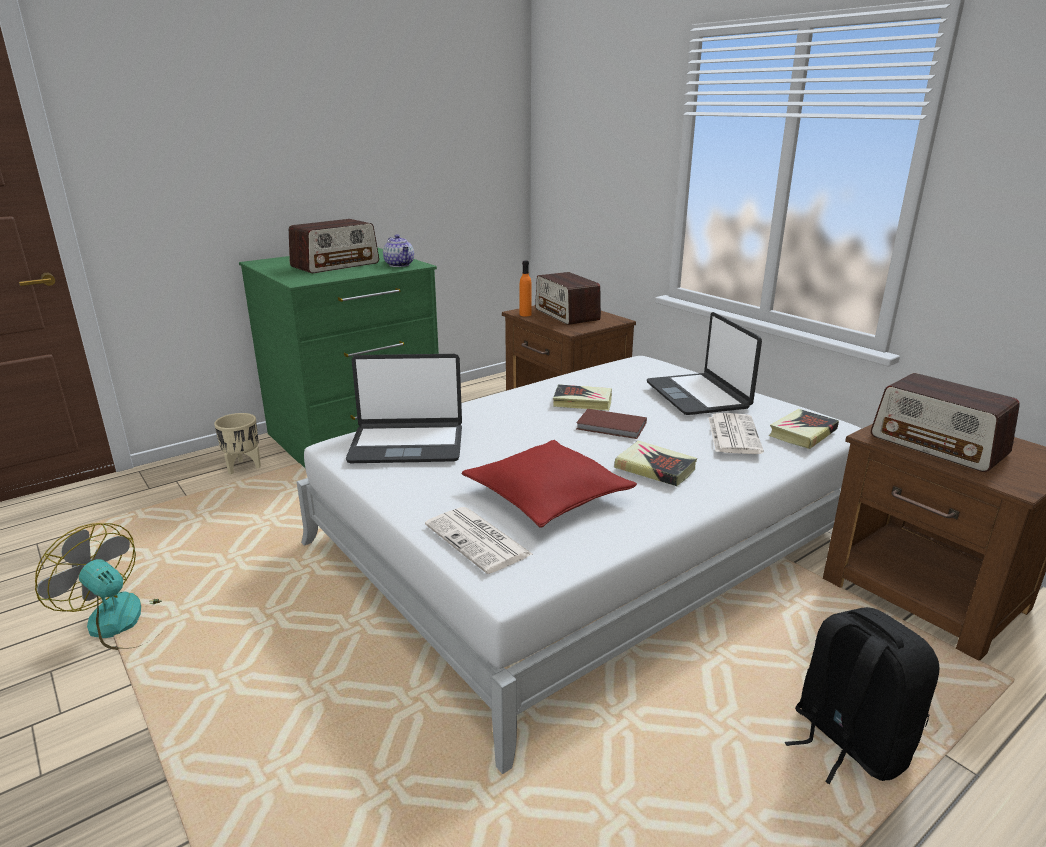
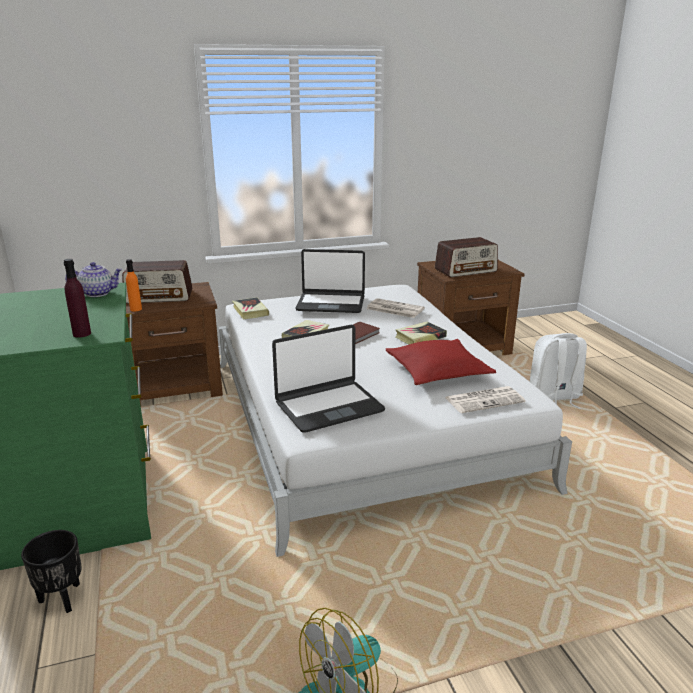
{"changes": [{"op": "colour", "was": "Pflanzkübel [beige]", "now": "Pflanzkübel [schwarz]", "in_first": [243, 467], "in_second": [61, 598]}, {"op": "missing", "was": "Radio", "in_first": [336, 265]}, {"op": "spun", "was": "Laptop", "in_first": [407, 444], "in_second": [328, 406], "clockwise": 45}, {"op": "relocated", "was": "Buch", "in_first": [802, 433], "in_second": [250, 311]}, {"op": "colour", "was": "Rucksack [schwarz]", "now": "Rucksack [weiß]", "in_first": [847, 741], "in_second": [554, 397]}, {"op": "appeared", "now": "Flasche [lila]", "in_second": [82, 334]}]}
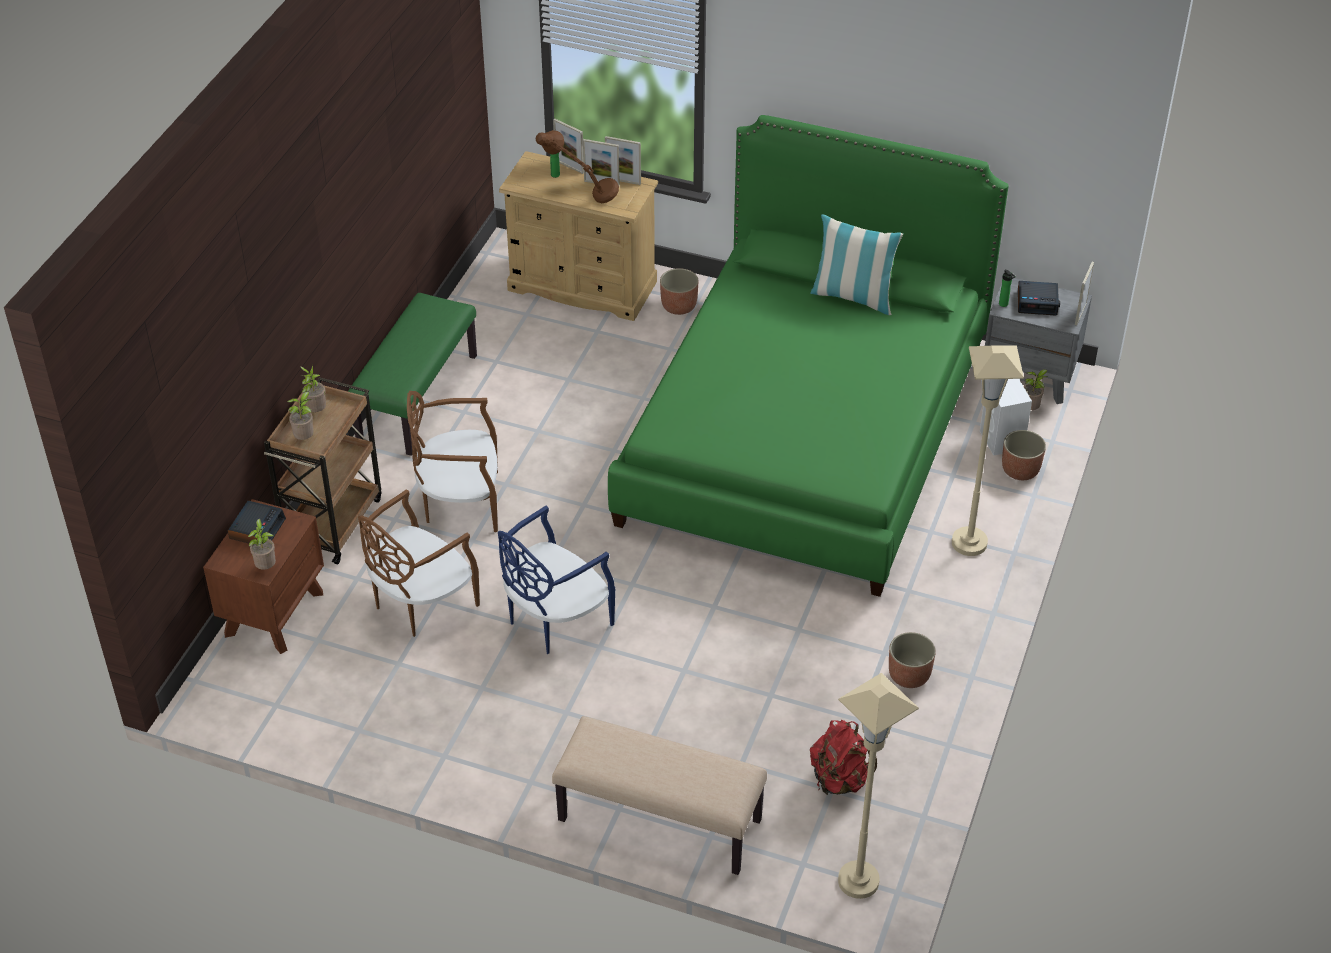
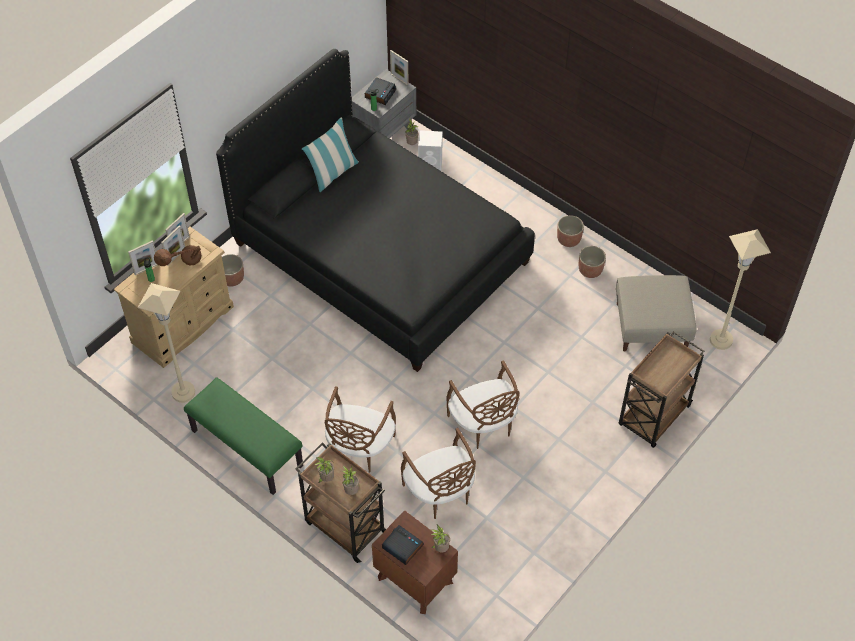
{"changes": [{"op": "colour", "was": "Stuhl [blau]", "now": "Stuhl [braun]", "in_first": [555, 620], "in_second": [483, 424]}, {"op": "exchanged", "was": "Bank [beige]", "now": "Rollwagen [braun]", "in_first": [658, 821], "in_second": [653, 417]}, {"op": "colour", "was": "Bett [grün]", "now": "Bett [schwarz]", "in_first": [804, 432], "in_second": [380, 253]}, {"op": "exchanged", "was": "Rucksack [rot]", "now": "Polsterhocker [beige]", "in_first": [839, 779], "in_second": [651, 325]}, {"op": "relocated", "was": "Stehlampe [beige]", "in_first": [969, 543], "in_second": [183, 392]}, {"op": "relocated", "was": "Pflanzkübel", "in_first": [1020, 470], "in_second": [568, 239]}]}
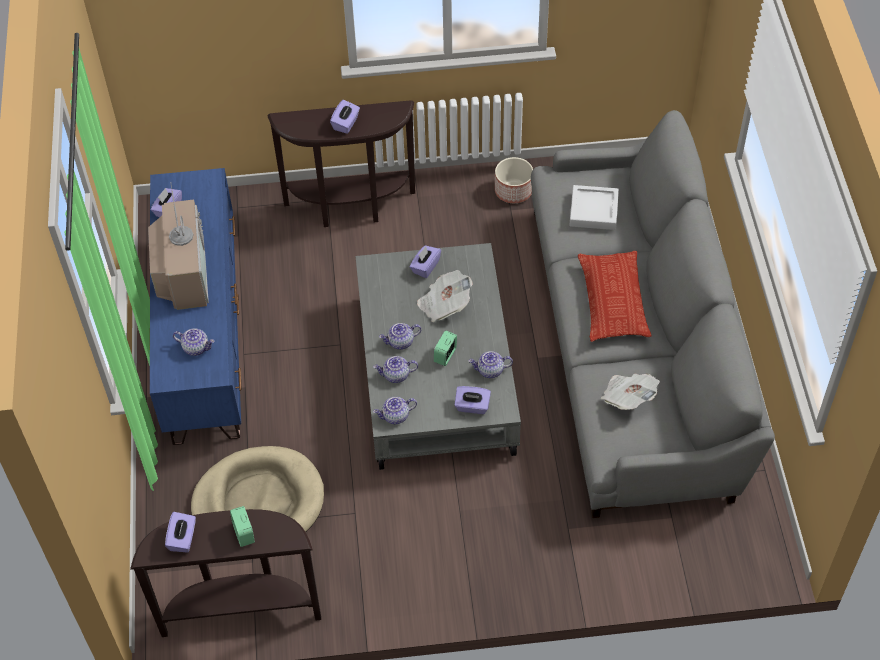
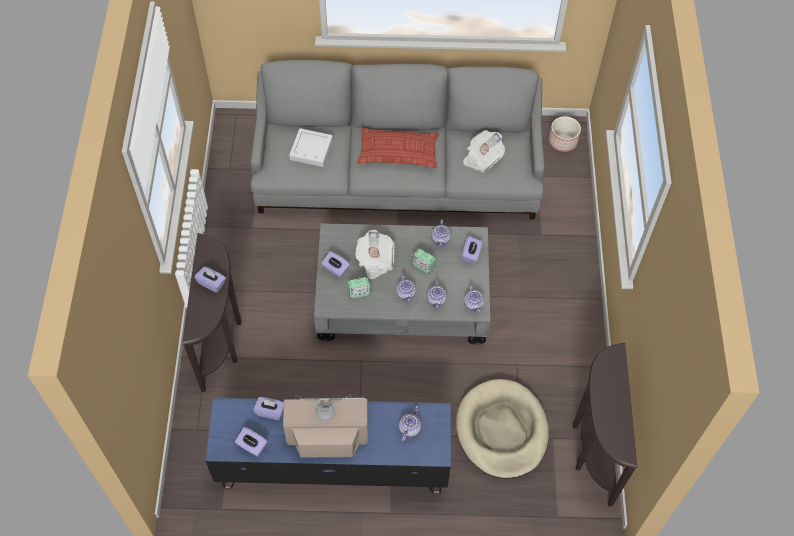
{"changes": [{"op": "relocated", "was": "Taschentuchbox [lila]", "in_first": [183, 539], "in_second": [270, 411]}, {"op": "relocated", "was": "Wecker", "in_first": [244, 533], "in_second": [359, 292]}, {"op": "relocated", "was": "Pflanzkübel", "in_first": [514, 191], "in_second": [563, 141]}]}
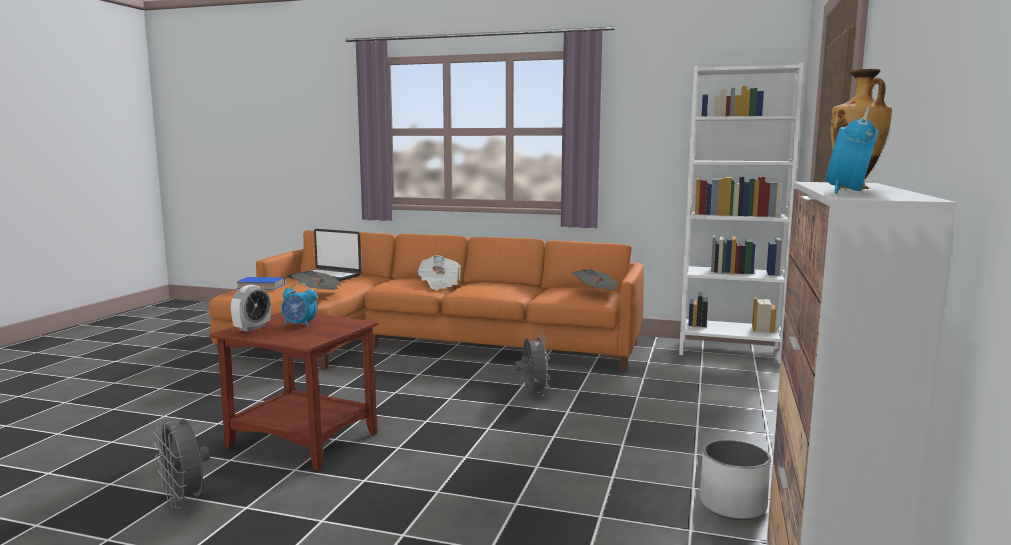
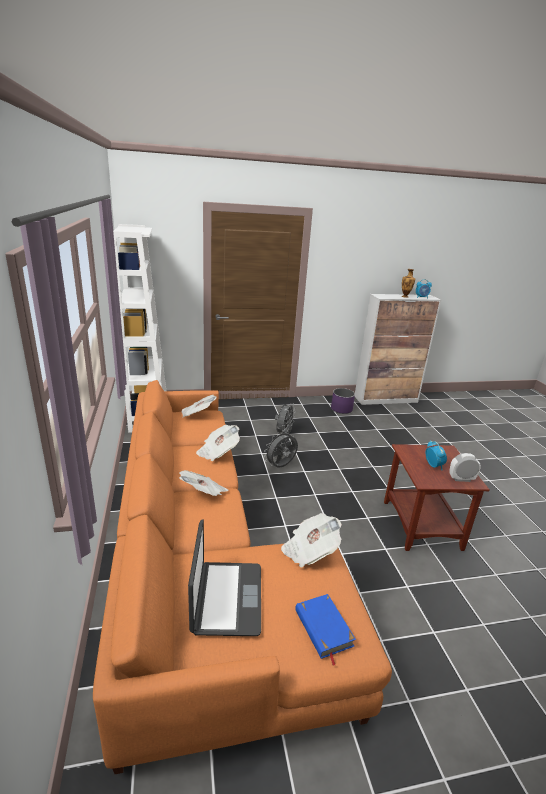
{"changes": [{"op": "relocated", "was": "Ventilator [grau]", "in_first": [185, 501], "in_second": [283, 434]}, {"op": "colour", "was": "Pflanzkübel [weiß]", "now": "Pflanzkübel [lila]", "in_first": [732, 505], "in_second": [341, 409]}, {"op": "appeared", "now": "Zeitung", "in_second": [218, 452]}]}
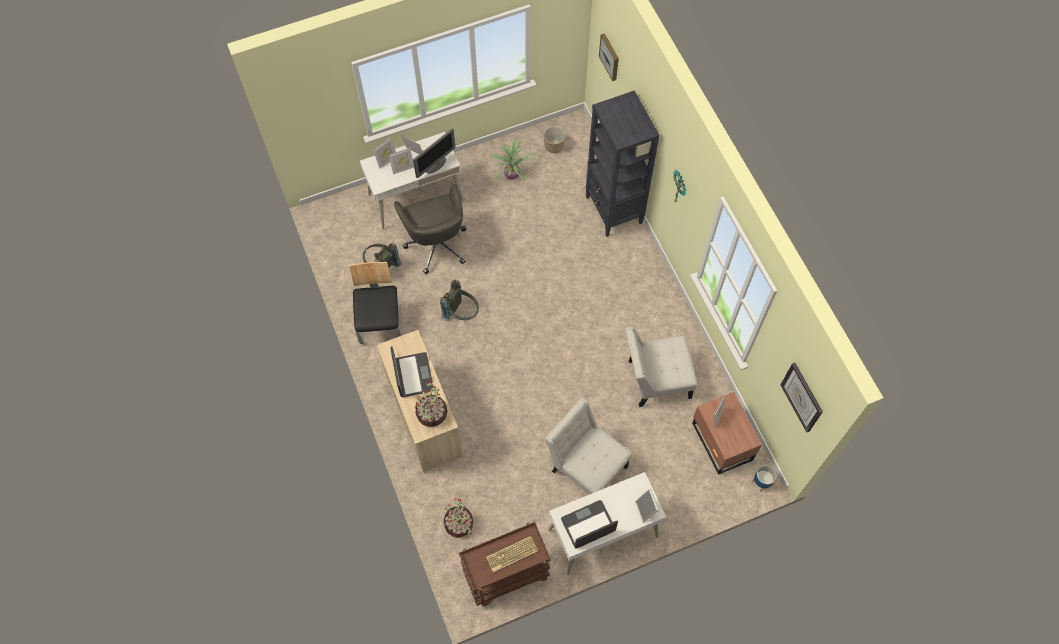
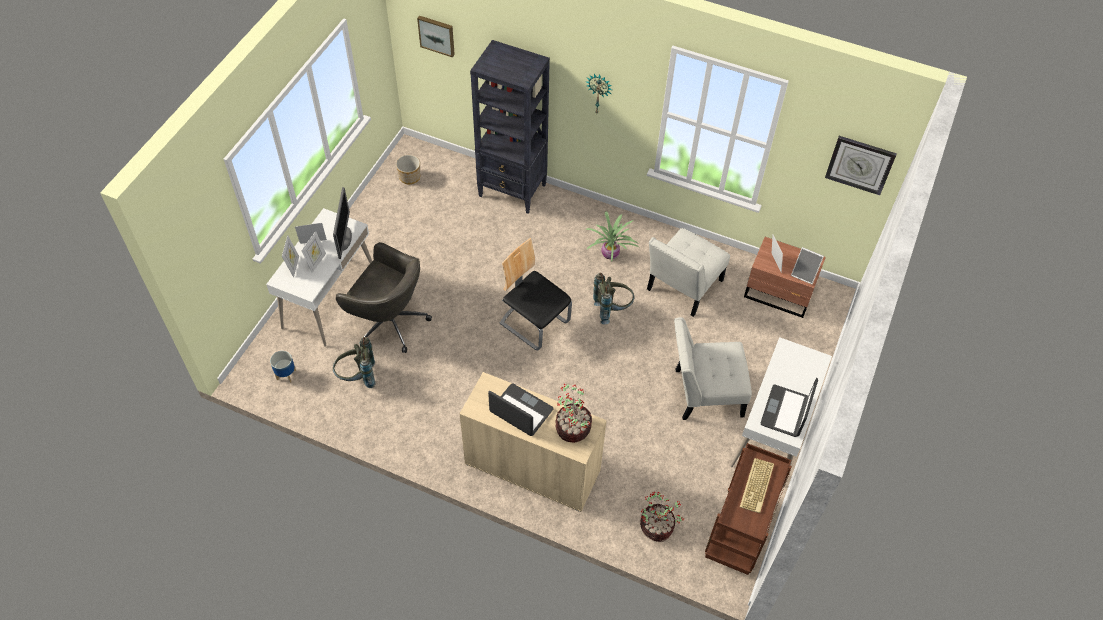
{"changes": [{"op": "relocated", "was": "Stuhl", "in_first": [380, 322], "in_second": [534, 322]}, {"op": "relocated", "was": "Rucksack [grau]", "in_first": [461, 313], "in_second": [612, 309]}, {"op": "relocated", "was": "Topfpflanze", "in_first": [513, 175], "in_second": [610, 254]}, {"op": "relocated", "was": "Bilderrahmen", "in_first": [646, 510], "in_second": [804, 274]}, {"op": "relocated", "was": "Pflanzkübel", "in_first": [761, 482], "in_second": [286, 375]}]}
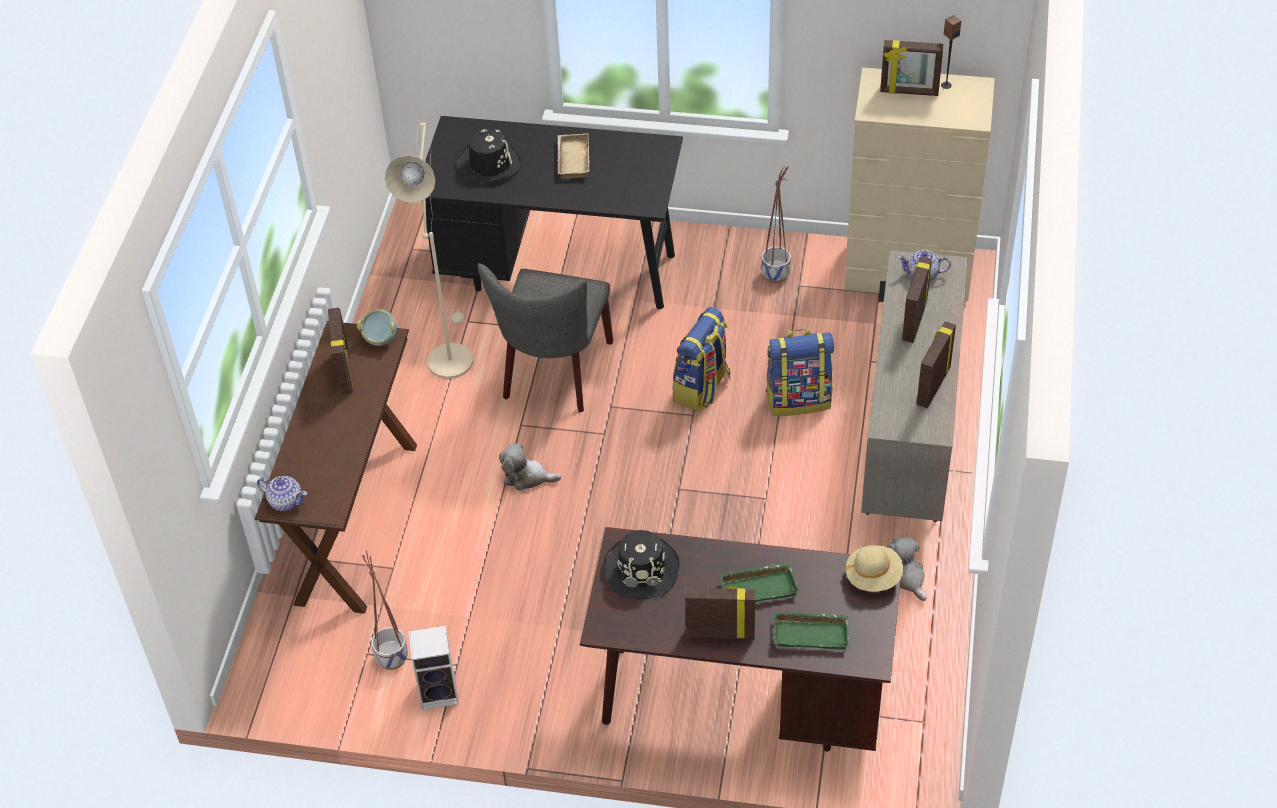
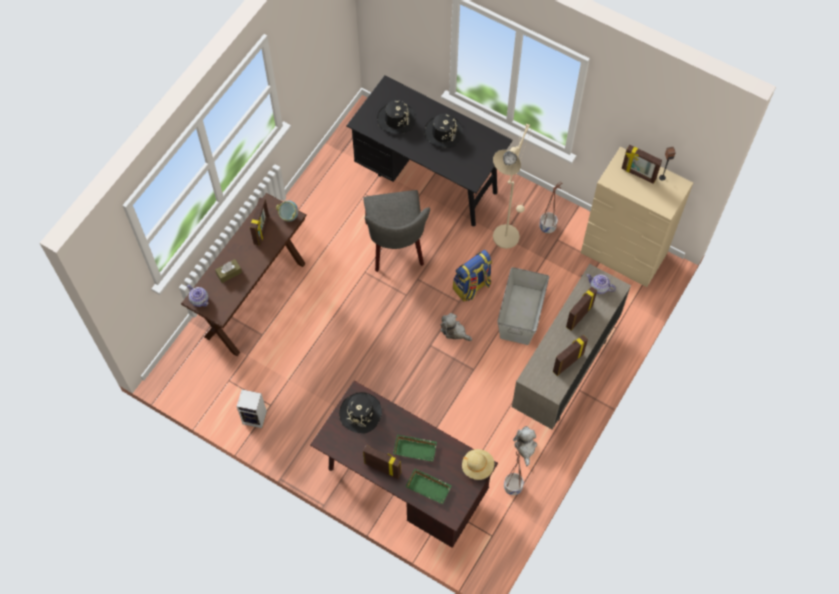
{"changes": [{"op": "relocated", "was": "Pflanzkübel", "in_first": [391, 658], "in_second": [512, 487]}, {"op": "relocated", "was": "Stehlampe [beige]", "in_first": [449, 354], "in_second": [507, 232]}, {"op": "spun", "was": "Stuhl [grau]", "in_first": [554, 375], "in_second": [396, 247], "clockwise": -45}, {"op": "relocated", "was": "Plüschtier", "in_first": [527, 477], "in_second": [454, 331]}, {"op": "exchanged", "was": "Tablett [beige]", "now": "Hut [schwarz]", "in_first": [572, 159], "in_second": [443, 132]}, {"op": "exchanged", "was": "Rucksack", "now": "Aufbewahrungsbox [grau]", "in_first": [798, 399], "in_second": [521, 314]}, {"op": "appeared", "now": "Taschentuchbox [braun]", "in_second": [229, 273]}]}
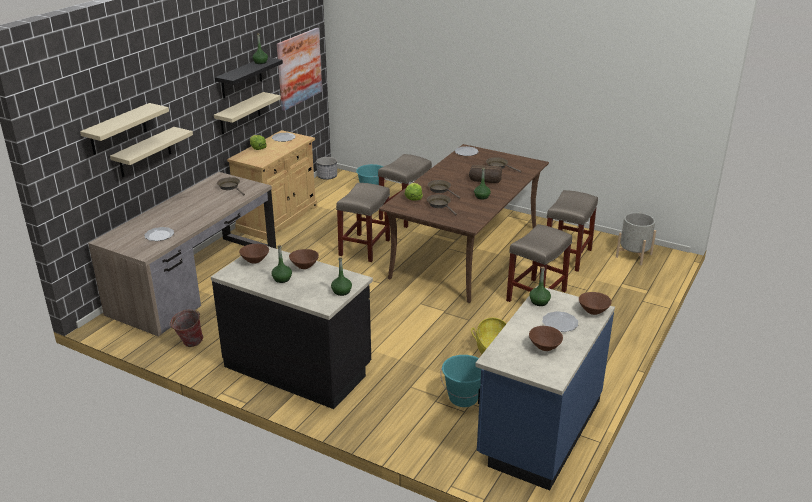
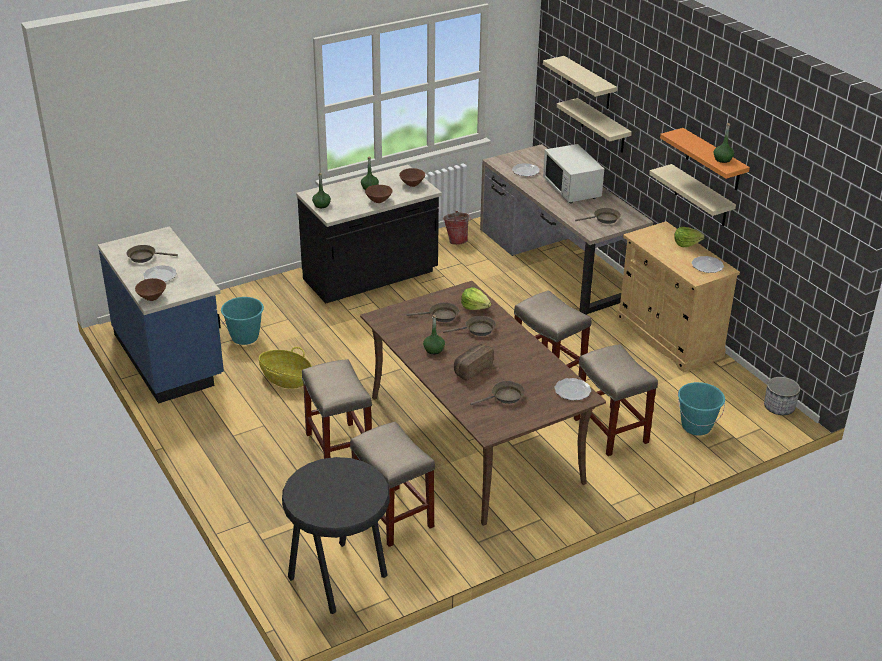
{"changes": [{"op": "colour", "was": "Wandregal [schwarz]", "now": "Wandregal [orange]", "in_first": [241, 78], "in_second": [713, 160]}, {"op": "missing", "was": "Bild", "in_first": [299, 68]}, {"op": "missing", "was": "Flasche [grün]", "in_first": [539, 302]}, {"op": "exchanged", "was": "Schüssel [braun]", "now": "Pfanne [braun]", "in_first": [544, 347], "in_second": [144, 257]}, {"op": "exchanged", "was": "Pflanzkübel [grau]", "now": "Hocker [schwarz]", "in_first": [633, 255], "in_second": [340, 577]}, {"op": "appeared", "now": "Mikrowelle [weiß]", "in_second": [572, 189]}]}
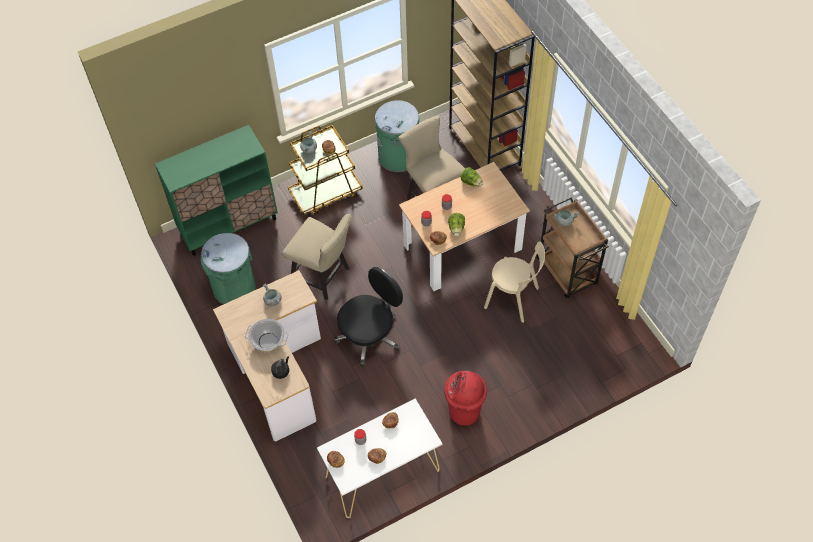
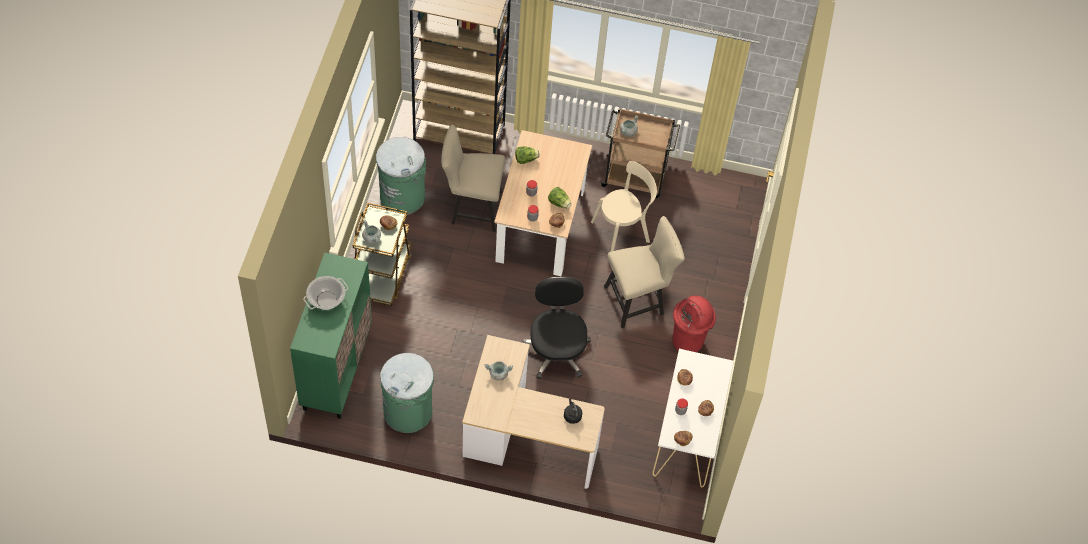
{"changes": [{"op": "relocated", "was": "Kochtopf", "in_first": [267, 341], "in_second": [326, 300]}, {"op": "relocated", "was": "Stuhl [beige]", "in_first": [323, 277], "in_second": [638, 300]}]}
